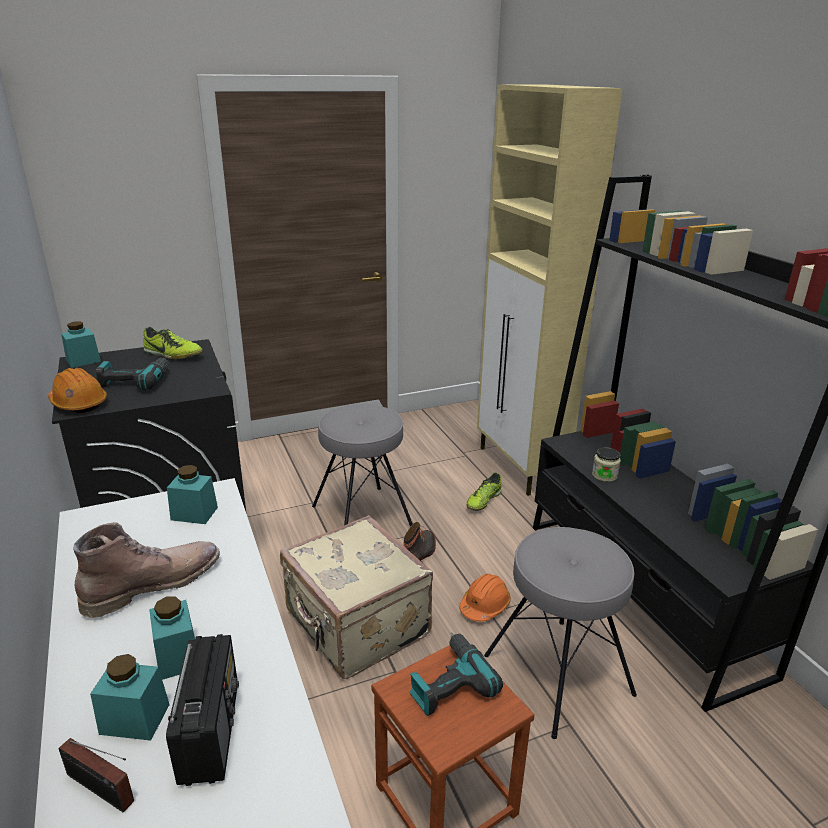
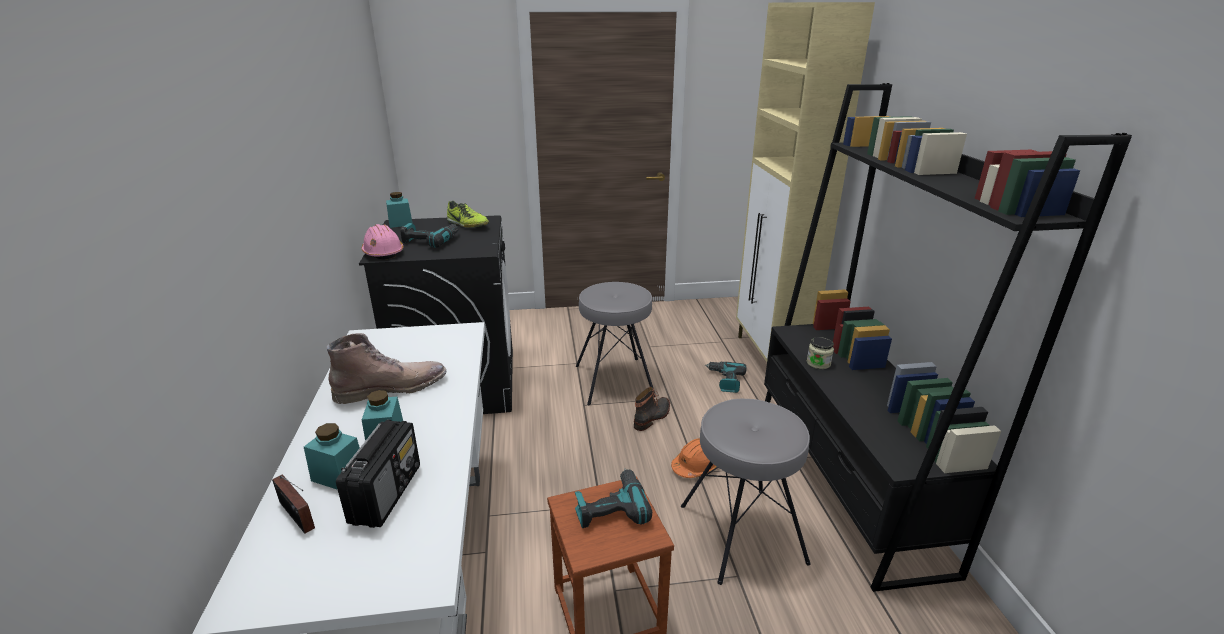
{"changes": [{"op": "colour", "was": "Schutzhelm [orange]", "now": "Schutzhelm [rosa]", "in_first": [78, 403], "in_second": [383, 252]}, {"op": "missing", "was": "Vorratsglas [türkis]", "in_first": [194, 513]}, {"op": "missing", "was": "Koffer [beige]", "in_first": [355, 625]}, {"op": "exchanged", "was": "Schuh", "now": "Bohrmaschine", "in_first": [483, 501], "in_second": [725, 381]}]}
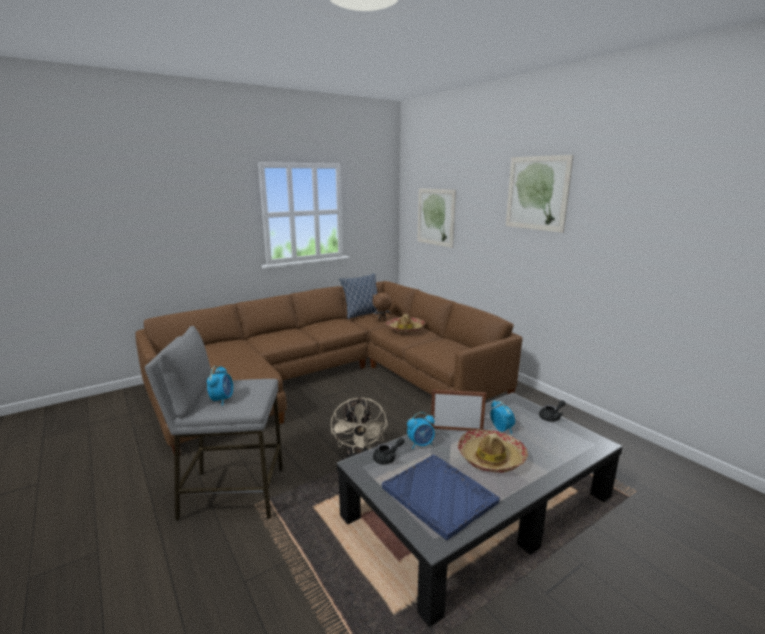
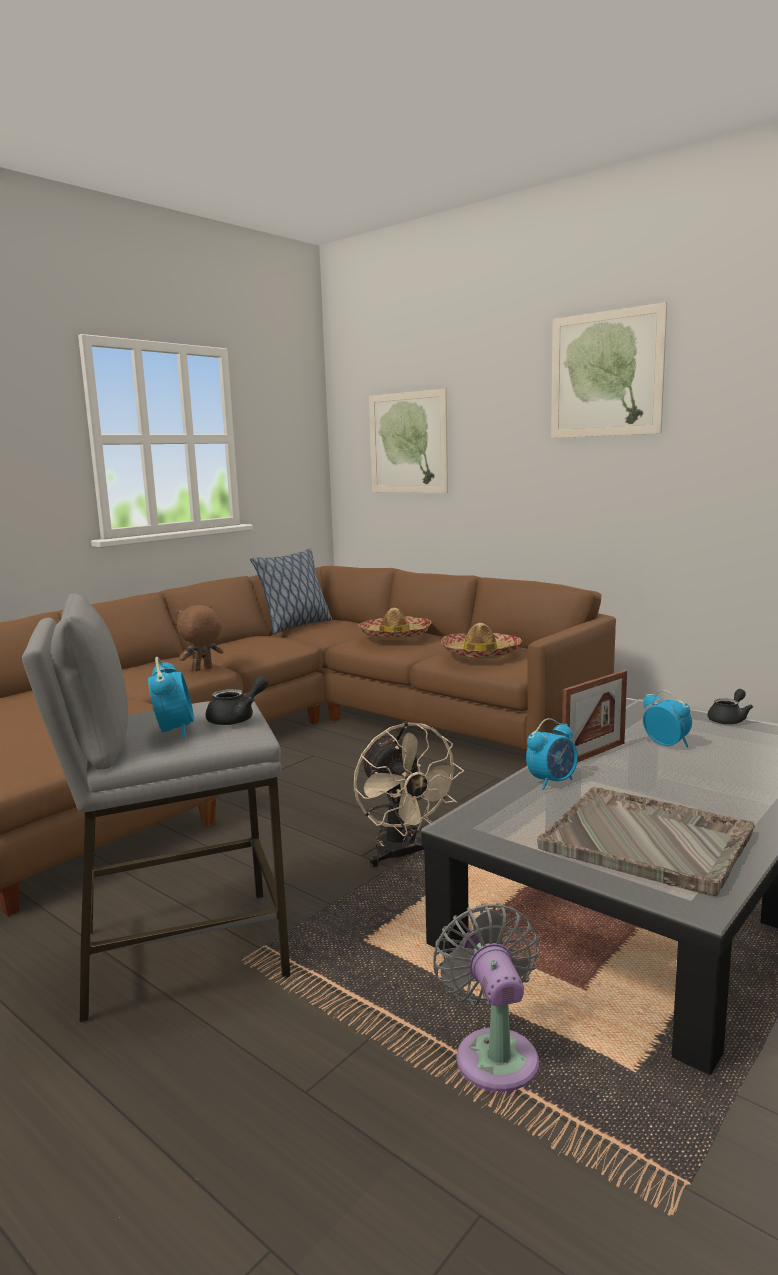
{"changes": [{"op": "relocated", "was": "Plüschtier [braun]", "in_first": [381, 321], "in_second": [202, 669]}, {"op": "relocated", "was": "Teekanne [schwarz]", "in_first": [388, 458], "in_second": [237, 718]}, {"op": "colour", "was": "Tablett [blau]", "now": "Tablett [grau]", "in_first": [439, 496], "in_second": [648, 842]}, {"op": "spun", "was": "Bilderrahmen", "in_first": [456, 429], "in_second": [594, 754], "clockwise": 150}, {"op": "relocated", "was": "Hut", "in_first": [491, 458], "in_second": [480, 654]}, {"op": "appeared", "now": "Ventilator [grau]", "in_second": [494, 1053]}]}
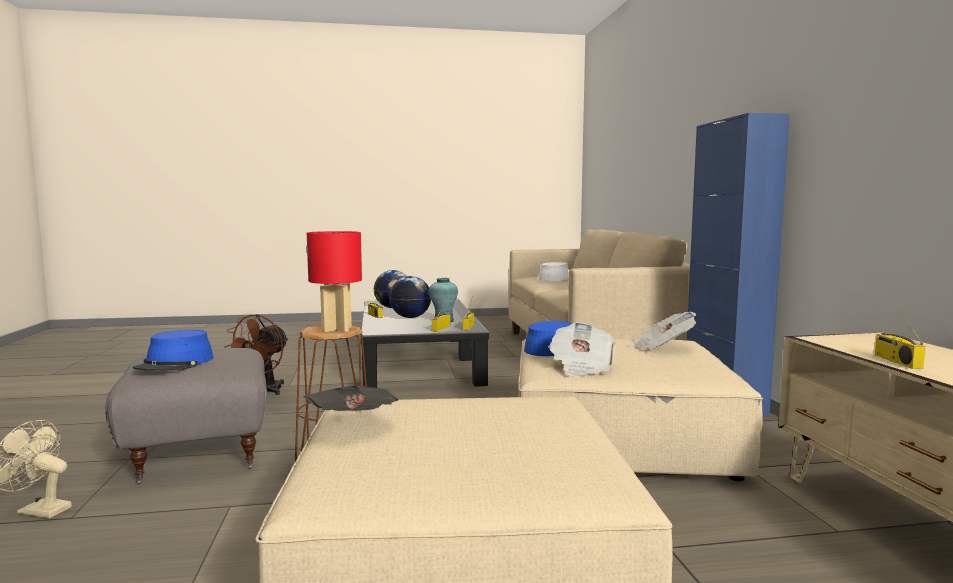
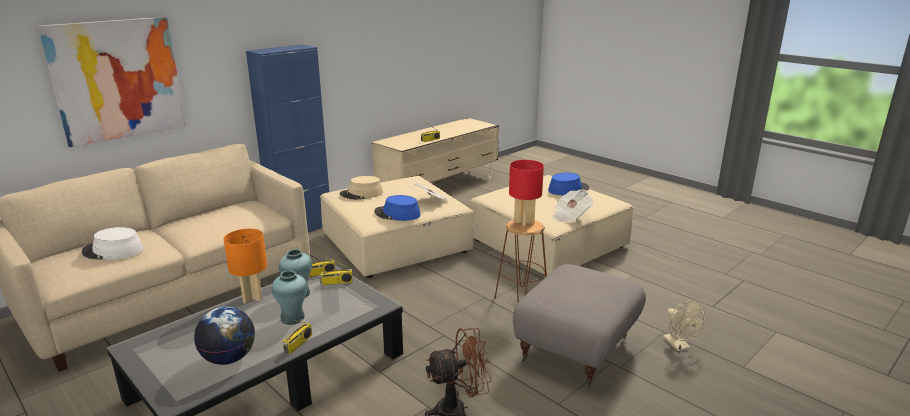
{"changes": [{"op": "relocated", "was": "Hut [blau]", "in_first": [175, 364], "in_second": [568, 189]}, {"op": "exchanged", "was": "Globus", "now": "Vase [türkis]", "in_first": [410, 317], "in_second": [292, 318]}, {"op": "exchanged", "was": "Zeitung", "now": "Hut [beige]", "in_first": [662, 347], "in_second": [361, 194]}, {"op": "appeared", "now": "Bild", "in_second": [117, 79]}, {"op": "appeared", "now": "Tischlampe [orange]", "in_second": [251, 297]}]}
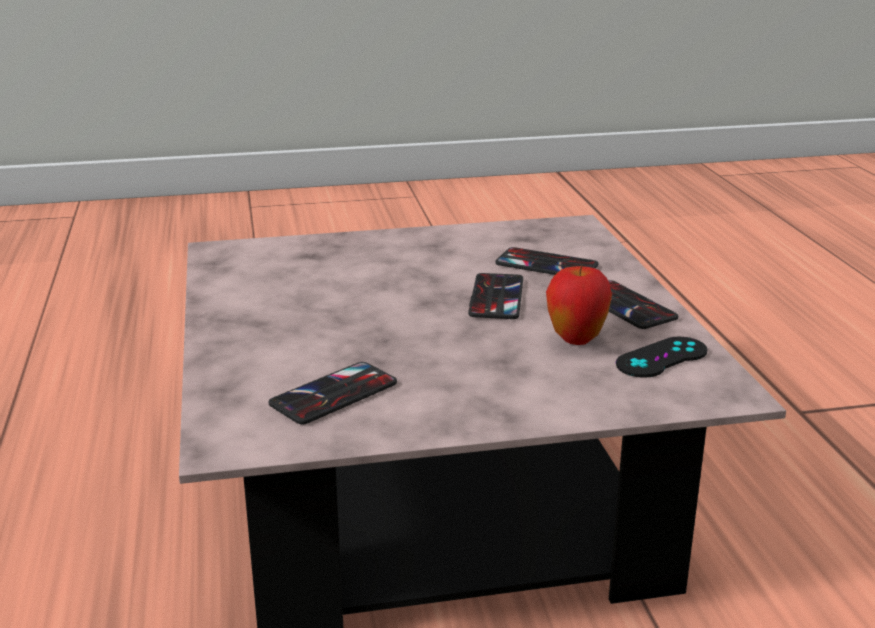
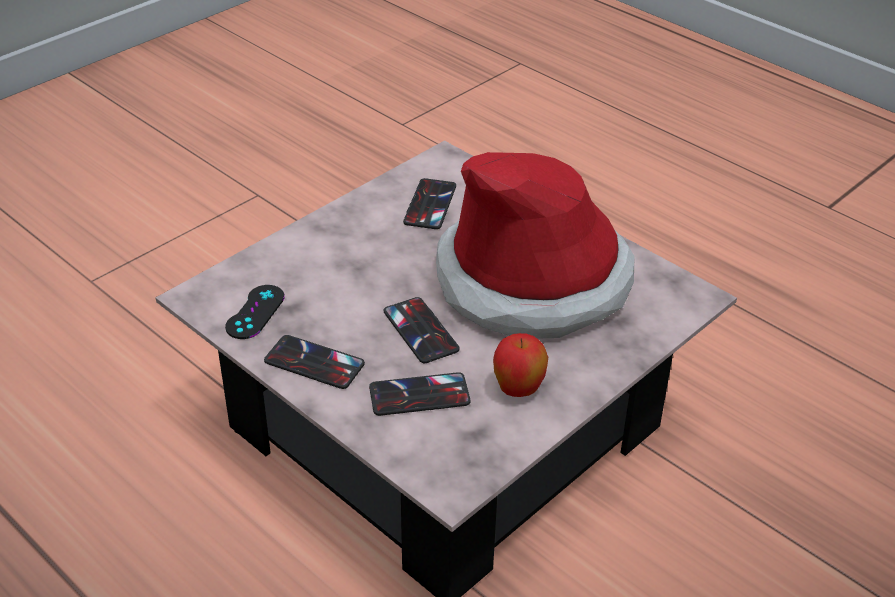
{"changes": [{"op": "relocated", "was": "Apfel", "in_first": [576, 340], "in_second": [518, 390]}, {"op": "appeared", "now": "Hut", "in_second": [532, 279]}]}
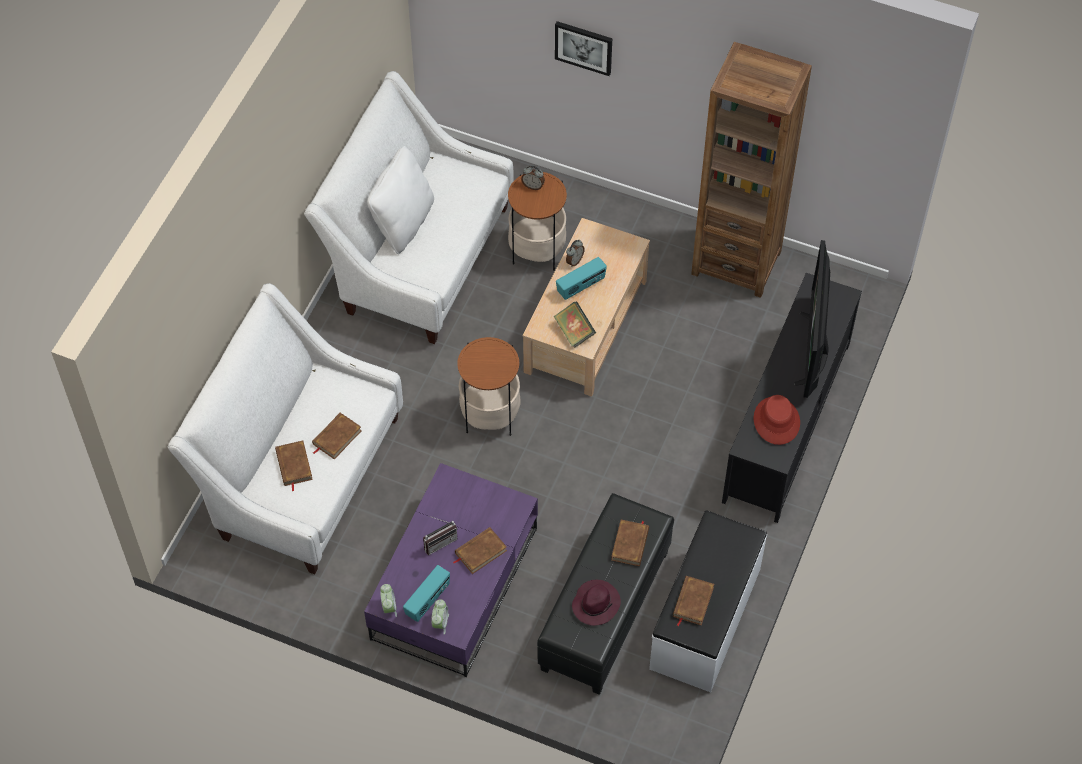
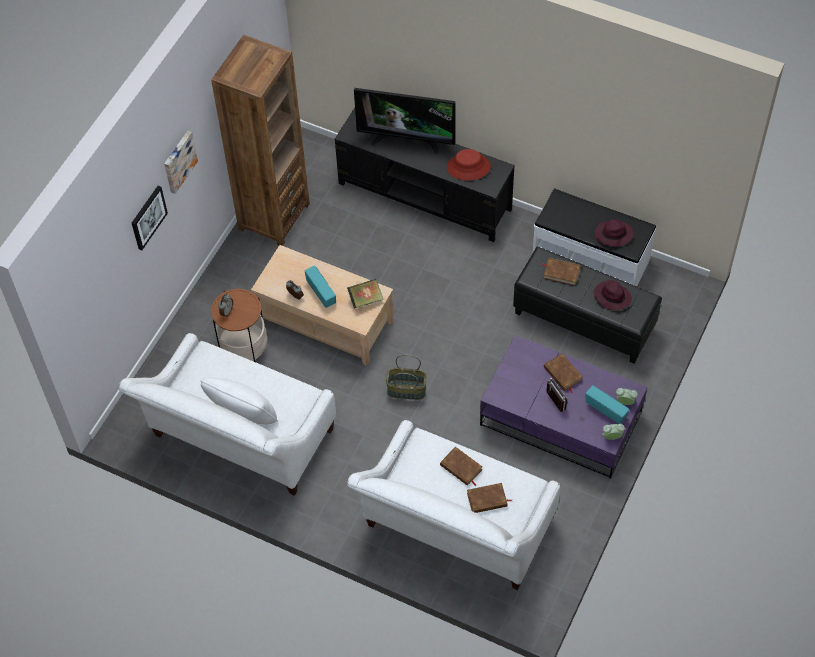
{"changes": [{"op": "exchanged", "was": "Beistelltisch", "now": "Korb", "in_first": [490, 415], "in_second": [406, 390]}, {"op": "exchanged", "was": "Buch [braun]", "now": "Hut [lila]", "in_first": [692, 602], "in_second": [613, 235]}, {"op": "appeared", "now": "Bild", "in_second": [178, 161]}]}
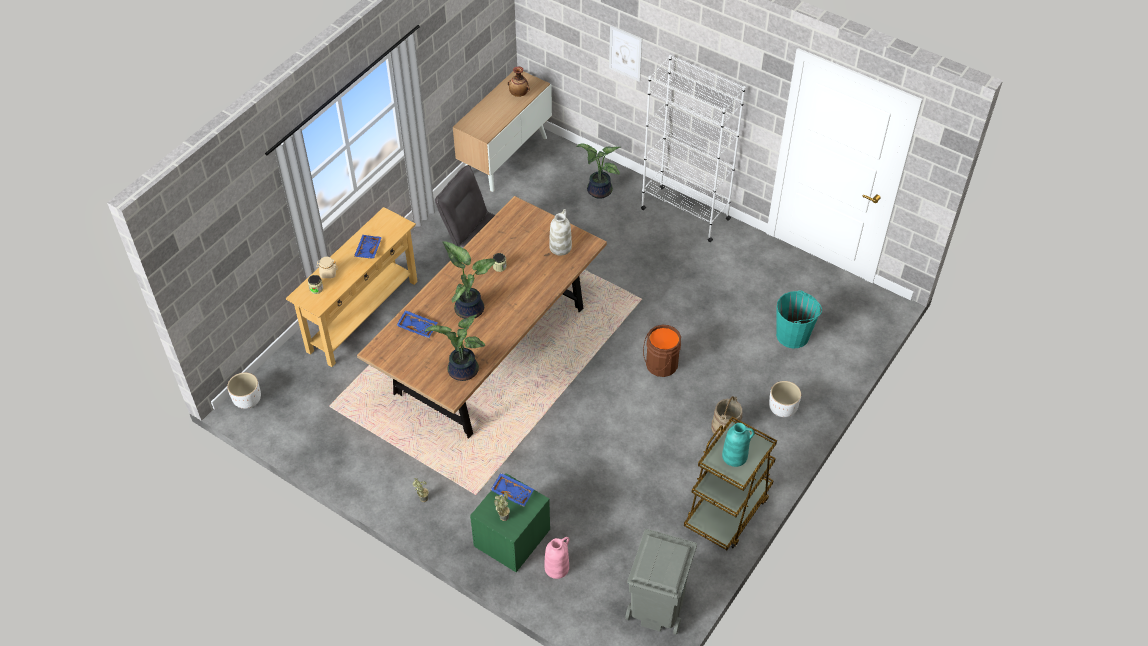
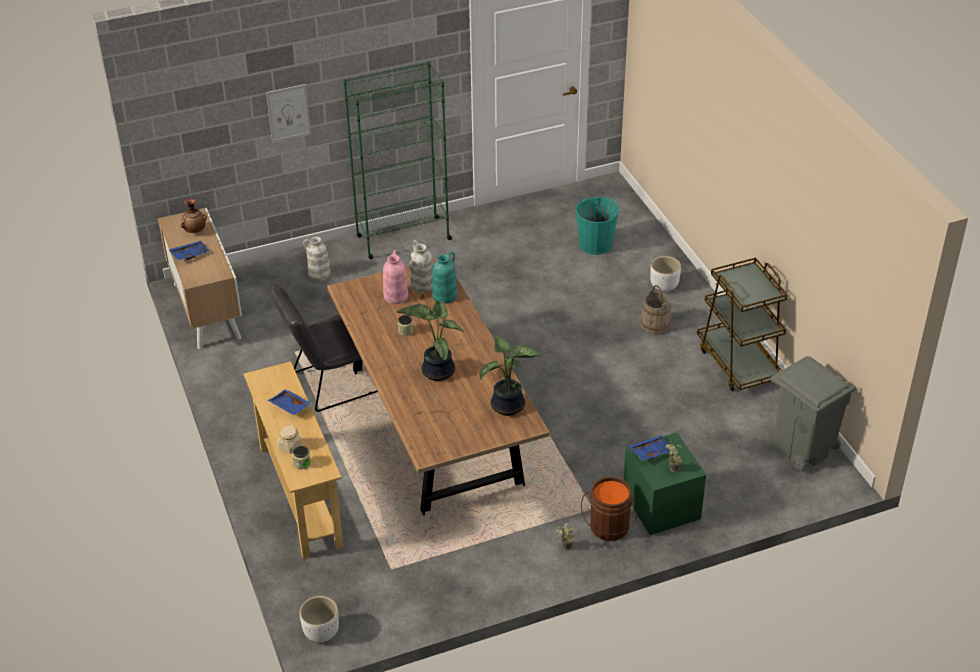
{"changes": [{"op": "relocated", "was": "Tablett [blau]", "in_first": [417, 327], "in_second": [189, 254]}, {"op": "relocated", "was": "Vase [rosa]", "in_first": [557, 567], "in_second": [395, 296]}, {"op": "exchanged", "was": "Topfpflanze", "now": "Vase [weiß]", "in_first": [598, 191], "in_second": [319, 274]}, {"op": "colour", "was": "Bücherregal [weiß]", "now": "Bücherregal [grün]", "in_first": [685, 213], "in_second": [403, 238]}, {"op": "relocated", "was": "Eimer [braun]", "in_first": [660, 364], "in_second": [608, 528]}, {"op": "relocated", "was": "Vase [türkis]", "in_first": [735, 456], "in_second": [445, 295]}]}
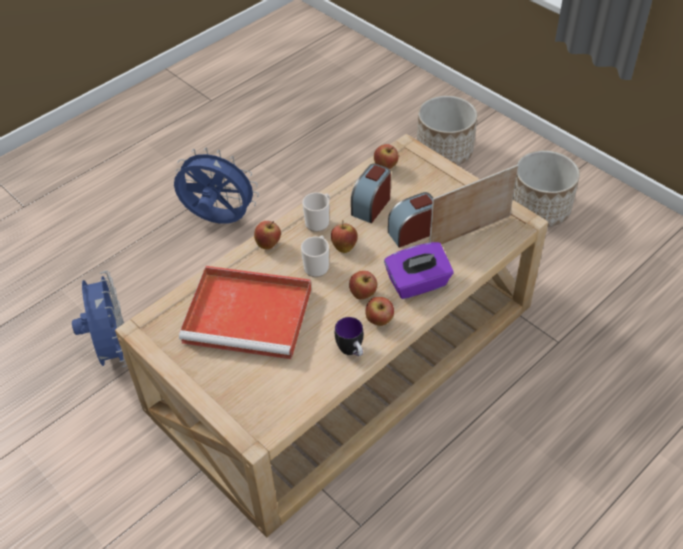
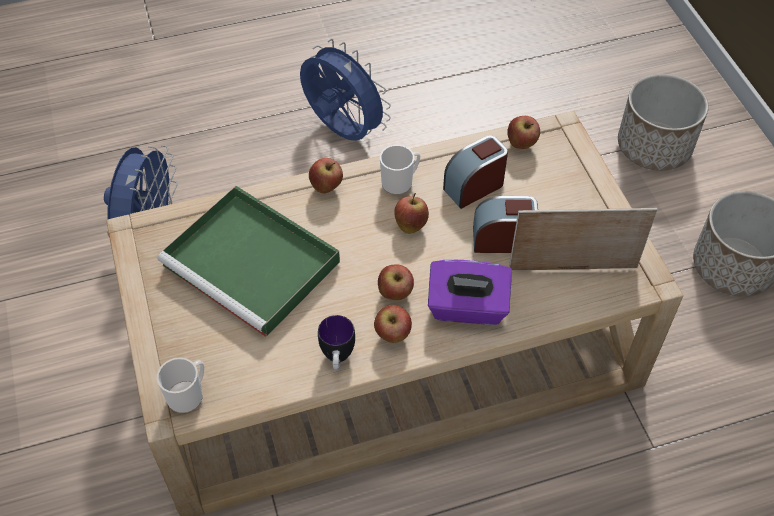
{"changes": [{"op": "colour", "was": "Tablett [rot]", "now": "Tablett [grün]", "in_first": [250, 315], "in_second": [254, 264]}, {"op": "relocated", "was": "Henkelbecher", "in_first": [317, 266], "in_second": [188, 395]}]}
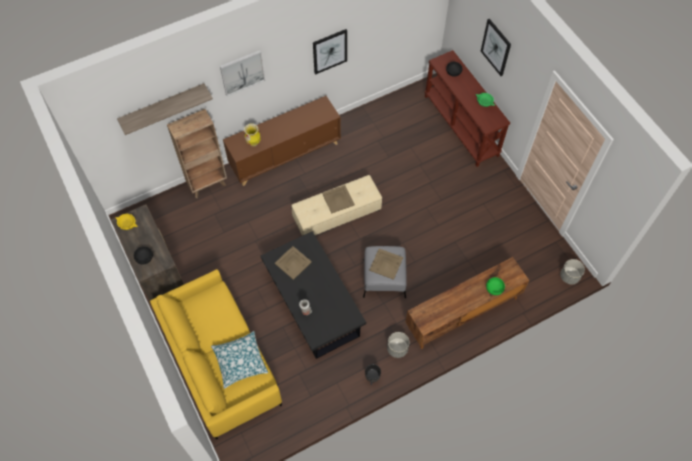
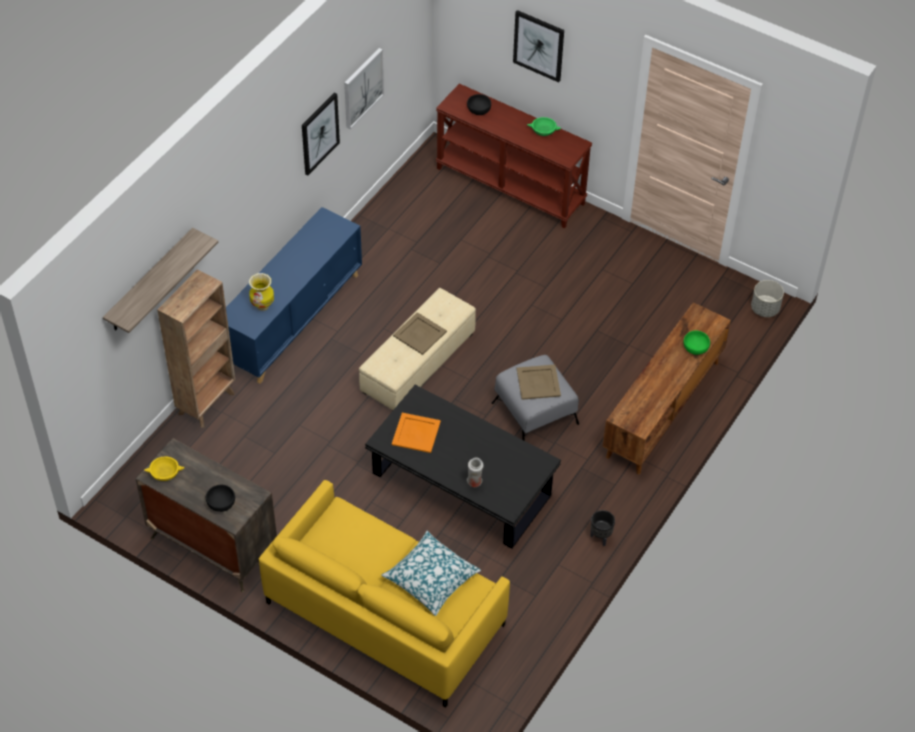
{"changes": [{"op": "relocated", "was": "Bild", "in_first": [242, 72], "in_second": [362, 87]}, {"op": "colour", "was": "Schrank [braun]", "now": "Schrank [blau]", "in_first": [285, 155], "in_second": [293, 319]}, {"op": "colour", "was": "Tablett [beige]", "now": "Tablett [orange]", "in_first": [293, 262], "in_second": [416, 432]}, {"op": "missing", "was": "Pflanzkübel [grau]", "in_first": [397, 349]}]}
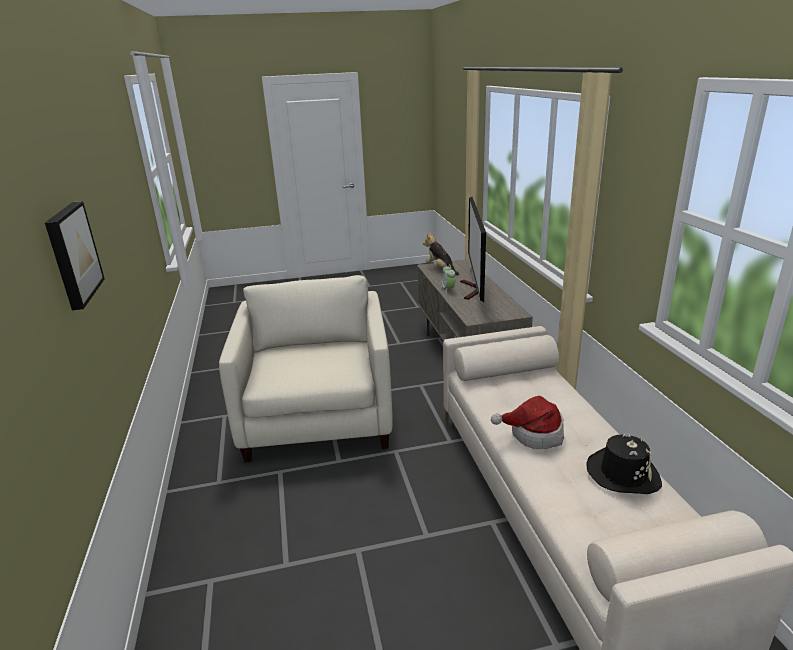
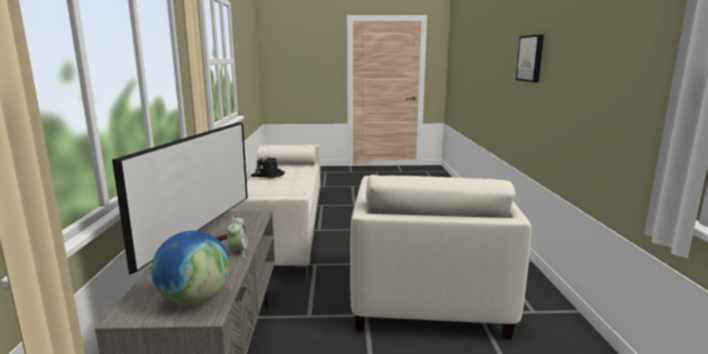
{"changes": [{"op": "exchanged", "was": "Plüschtier", "now": "Globus", "in_first": [440, 269], "in_second": [195, 300]}, {"op": "missing", "was": "Hut", "in_first": [533, 434]}]}
